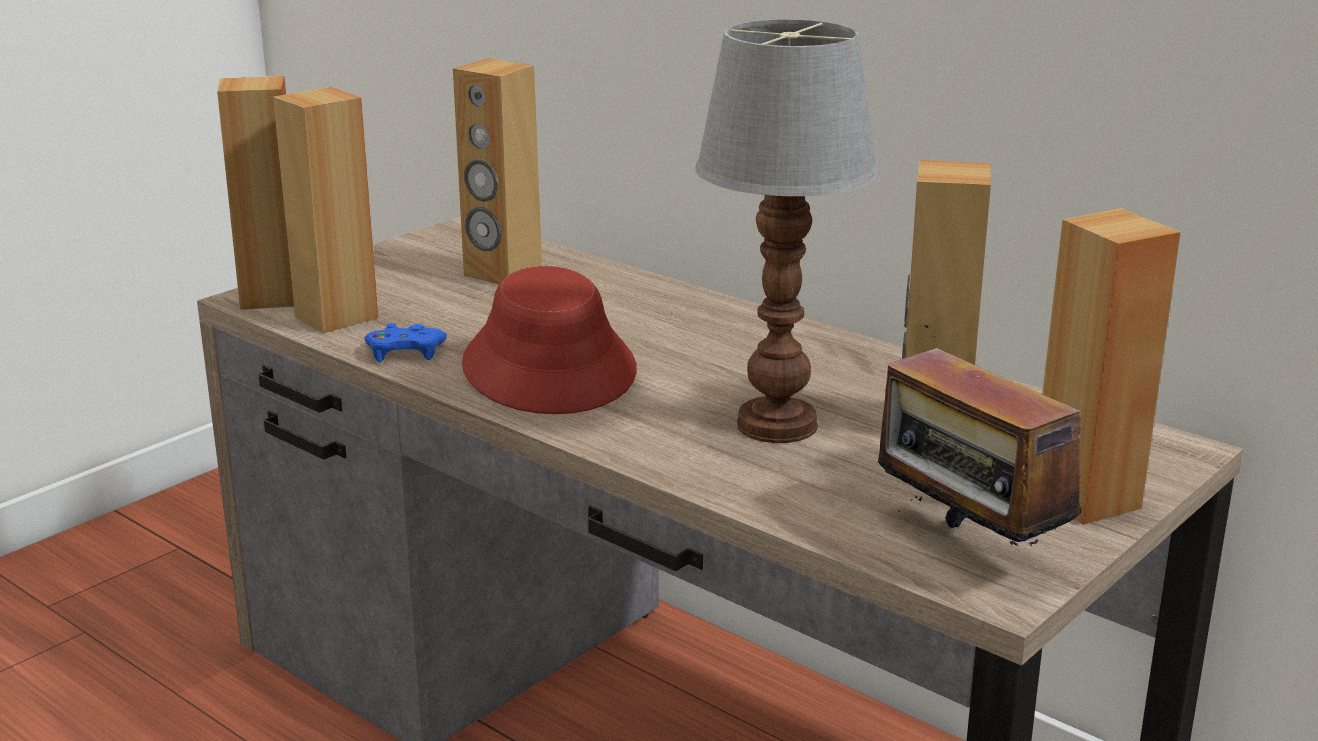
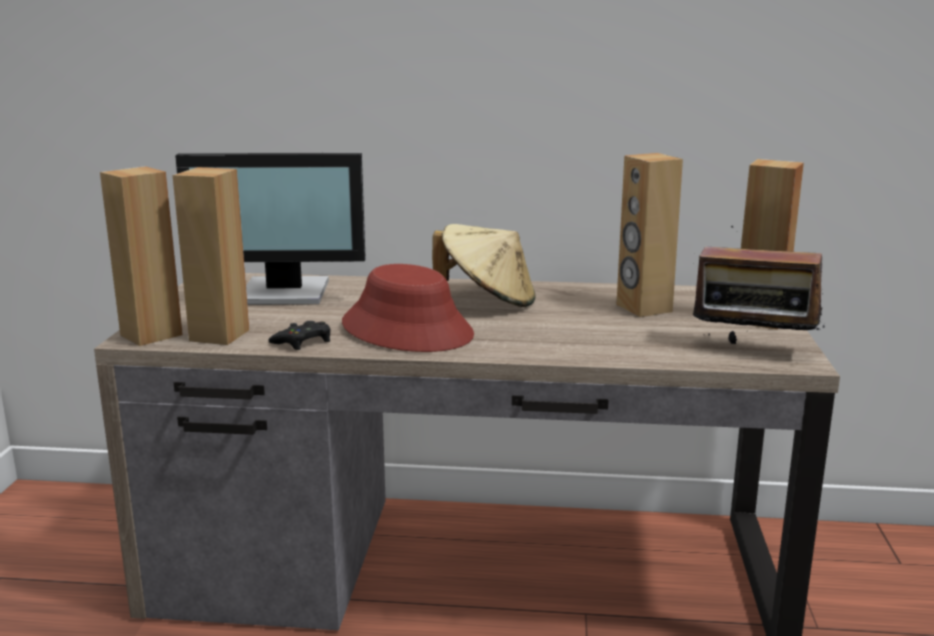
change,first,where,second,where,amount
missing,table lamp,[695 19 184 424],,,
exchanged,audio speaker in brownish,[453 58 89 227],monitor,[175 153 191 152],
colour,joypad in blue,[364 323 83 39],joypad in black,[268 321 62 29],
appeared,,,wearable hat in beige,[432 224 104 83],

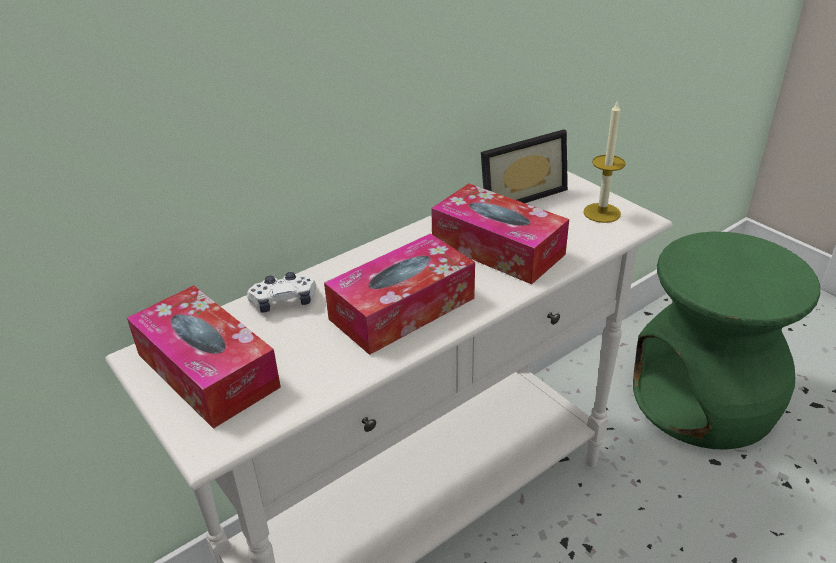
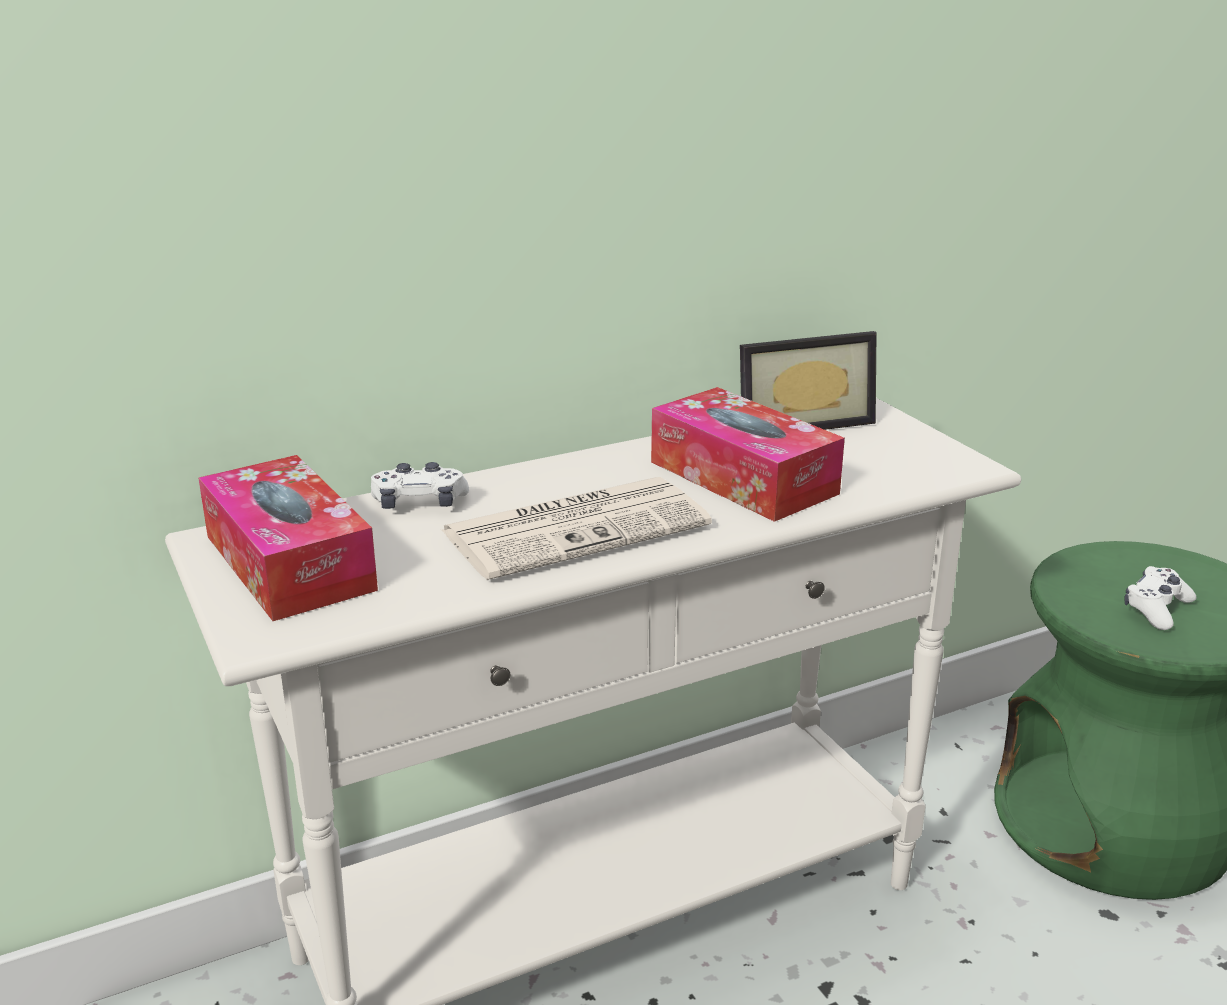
change,first,where,second,where,amount
missing,candle,[583 100 43 123],,,
exchanged,tissue box,[324 233 151 122],newspaper,[442 477 270 103],
appeared,,,joypad in whitish,[1124 566 72 64],

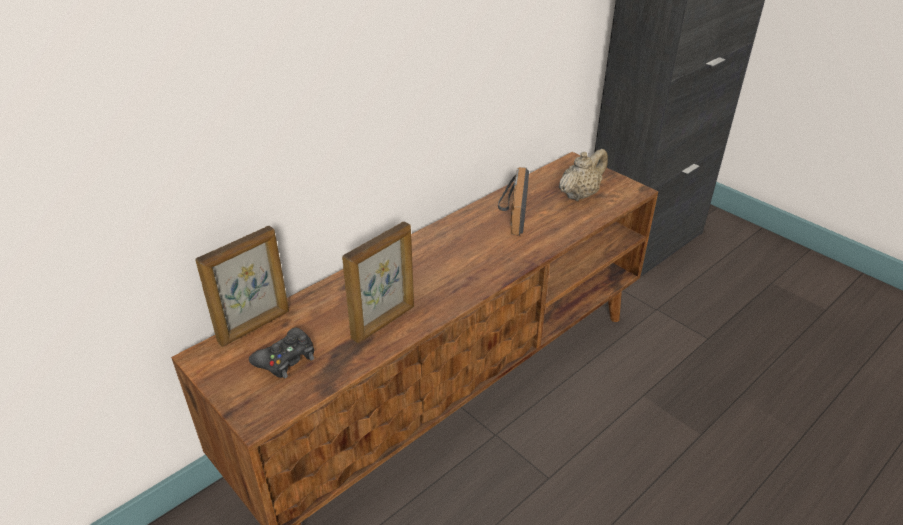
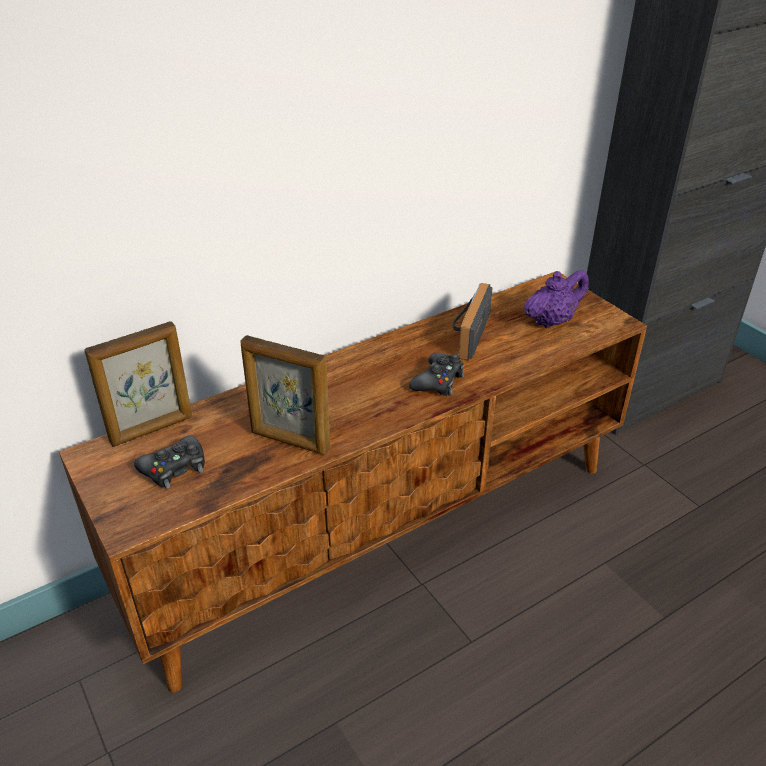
change,first,where,second,where,amount
colour,pot for tea in beige,[559 149 49 52],pot for tea in purplish,[523 270 66 58],
spun,standing frame,[342 222 72 121],,[240 335 90 120],60 degrees clockwise
appeared,,,joypad in black,[409 353 55 43],

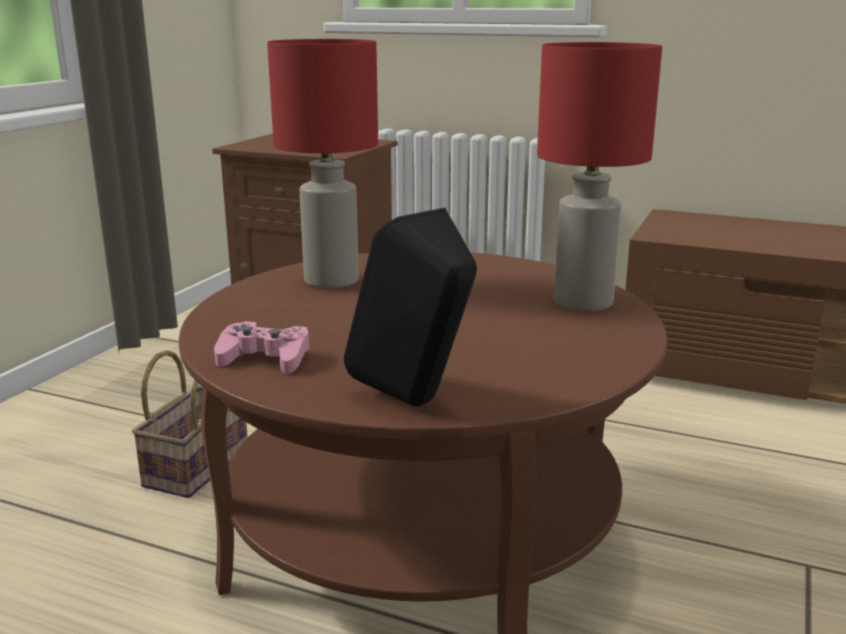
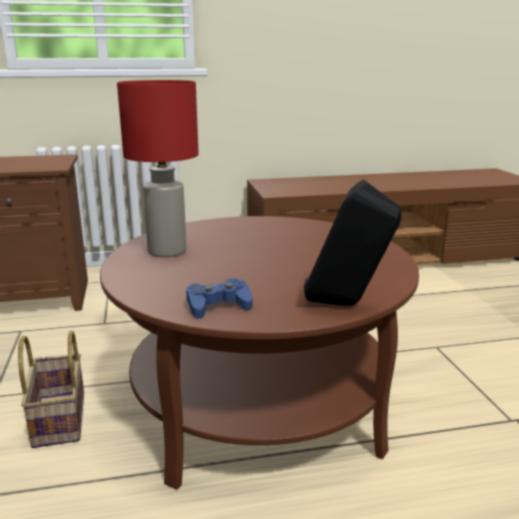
change,first,where,second,where,amount
missing,table lamp in reddish,[537 42 125 270],,,
colour,joypad in pinkish,[214 321 95 53],joypad in blue,[186 278 66 40],

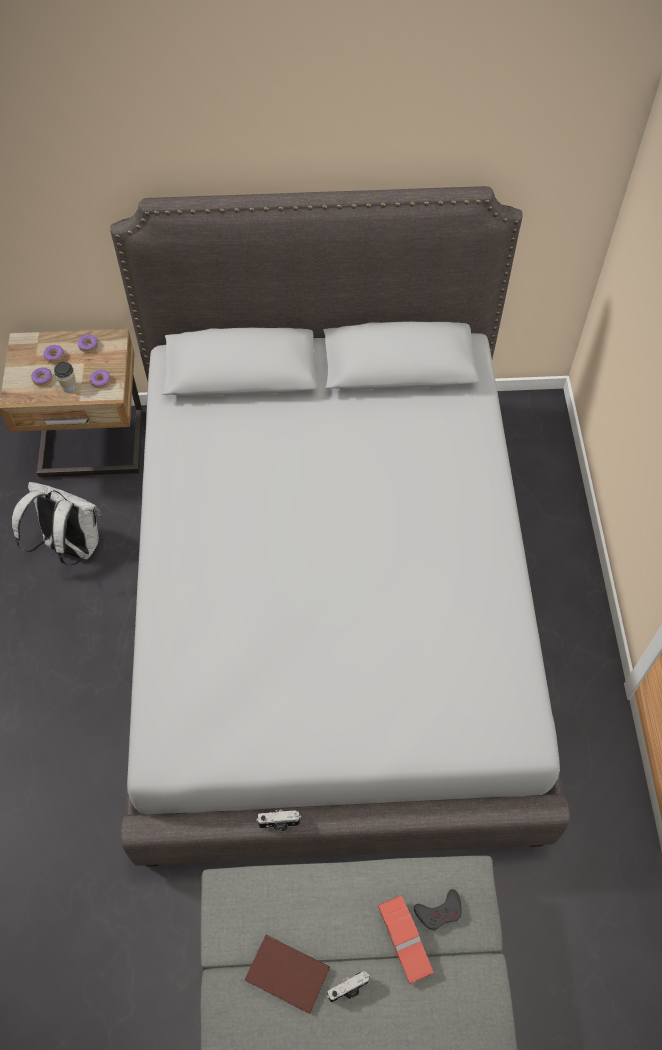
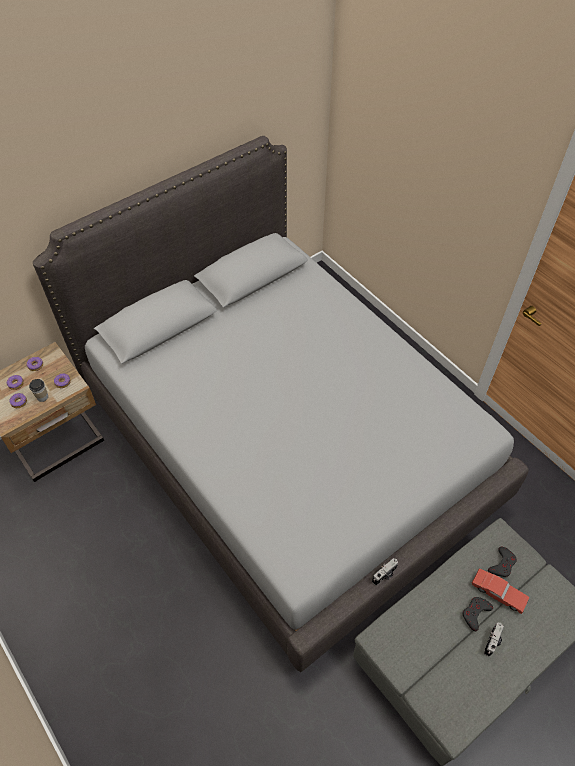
change,first,where,second,where,amount
missing,rucksack in whitish,[11 482 91 84],,,
missing,book in brownish,[244 935 86 79],,,
appeared,,,joypad in gray,[462 597 31 34],

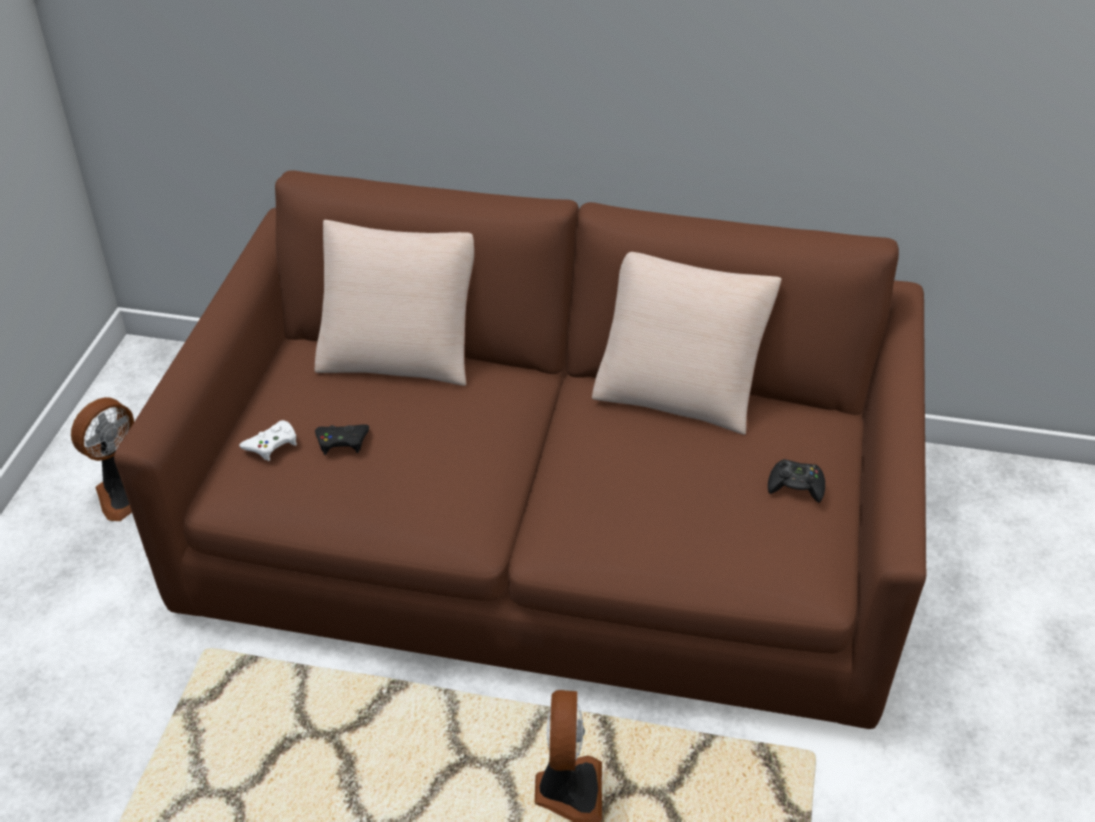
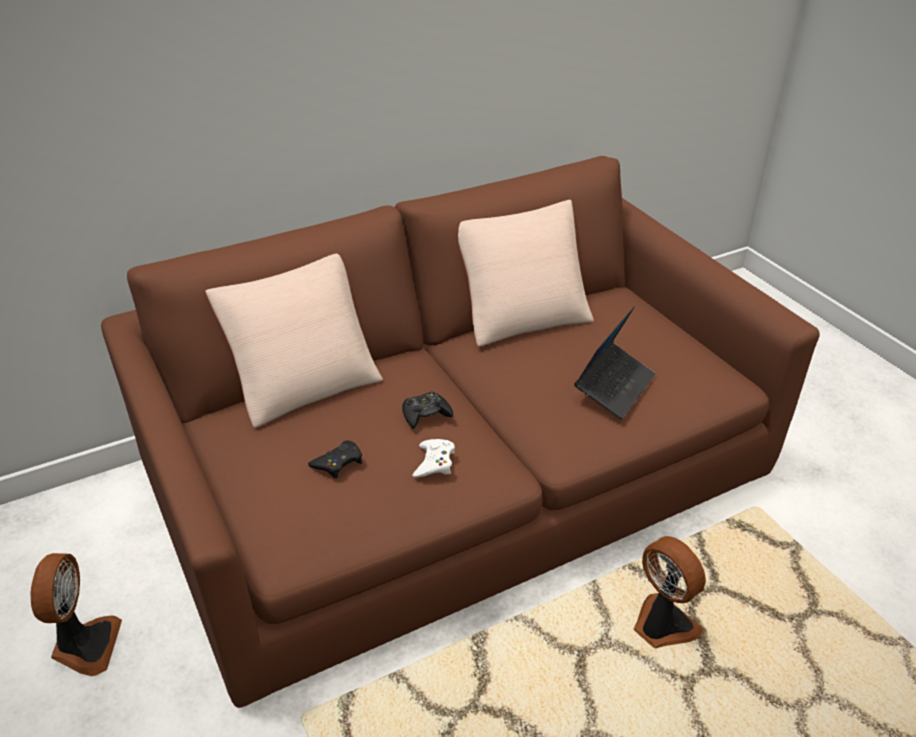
change,first,where,second,where,amount
relocated,joypad in whitish,[239 420 58 41],,[412 439 43 39],
relocated,joypad in black,[768 459 57 44],,[402 391 51 38],
appeared,,,portable computer,[574 306 81 113],

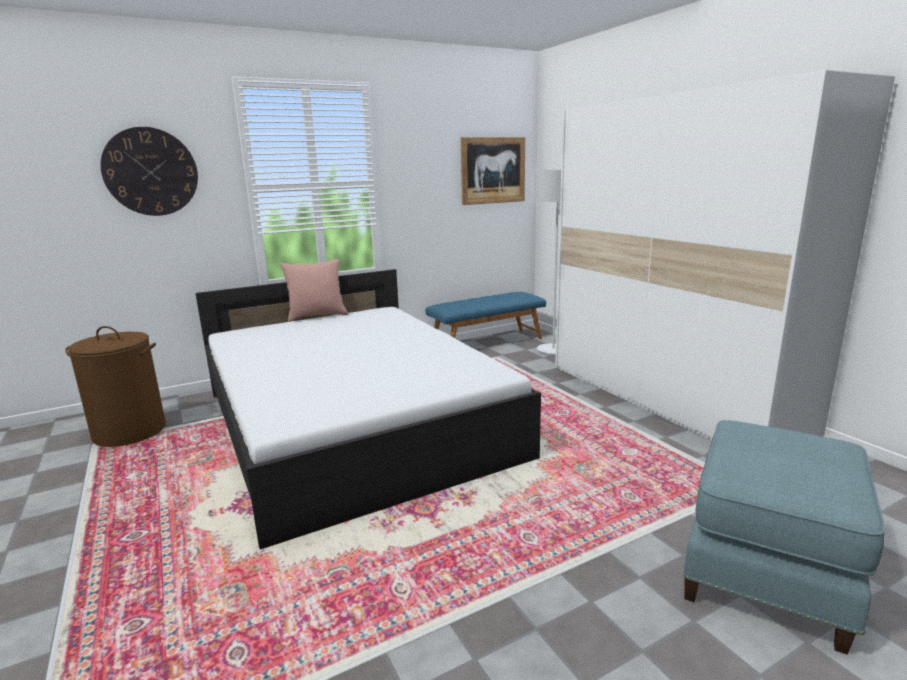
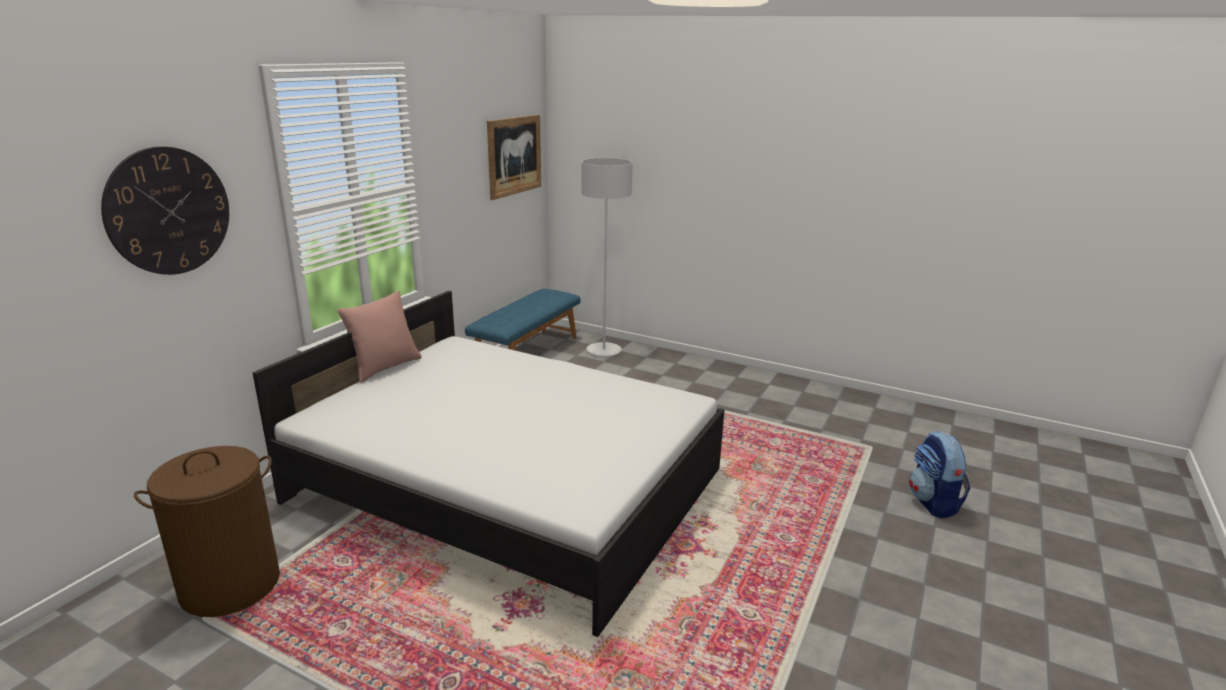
change,first,where,second,where,amount
missing,clothes cupboard in whitish,[555 70 340 370],,,
exchanged,ottoman in blue,[683 420 202 235],rucksack,[909 431 61 88],

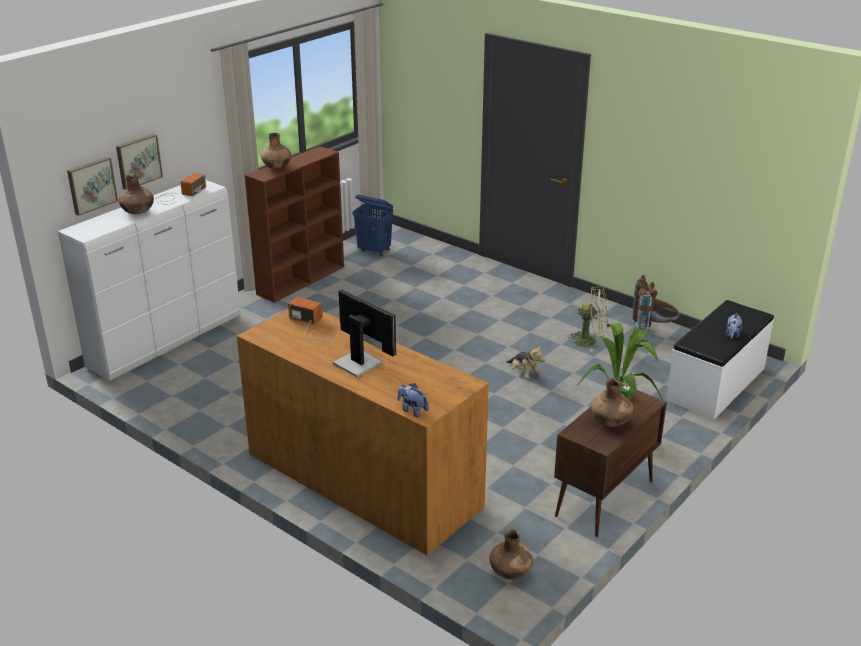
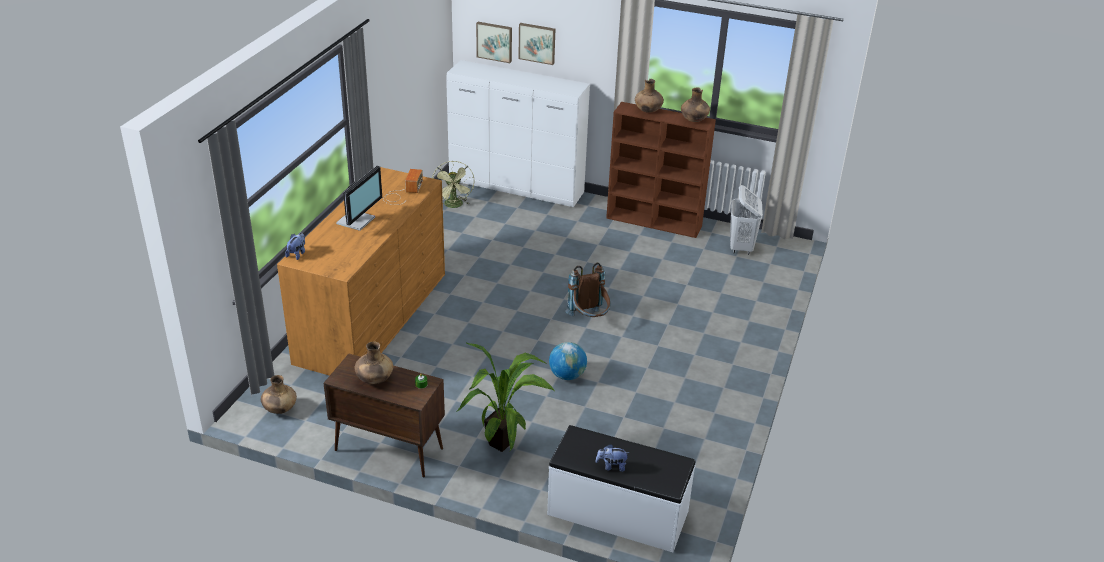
change,first,where,second,where,amount
missing,radio,[155 173 51 31],,,
relocated,vase in brownish,[118 174 36 40],,[681 88 29 34],
colour,laundry basket in blue,[353 195 40 61],laundry basket in whitish,[730 185 33 70],
relocated,rucksack in brownish,[632 275 48 64],,[565 263 45 54],
relocated,electric fan in green-coloured,[567 287 41 65],,[432 161 42 47],
exchanged,cuddly toy,[507 345 38 34],desk globe,[549 342 38 38],

